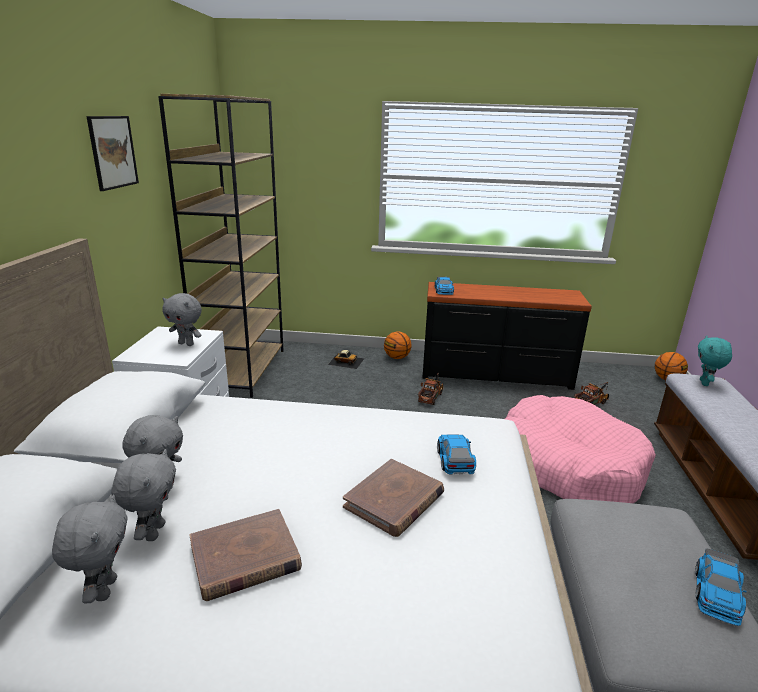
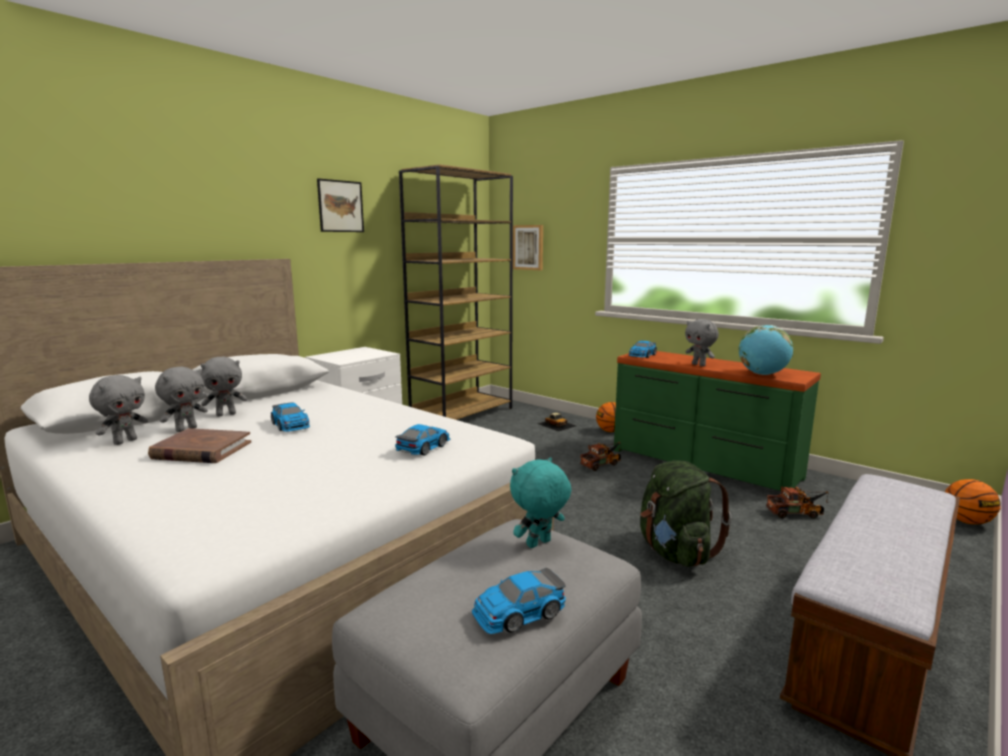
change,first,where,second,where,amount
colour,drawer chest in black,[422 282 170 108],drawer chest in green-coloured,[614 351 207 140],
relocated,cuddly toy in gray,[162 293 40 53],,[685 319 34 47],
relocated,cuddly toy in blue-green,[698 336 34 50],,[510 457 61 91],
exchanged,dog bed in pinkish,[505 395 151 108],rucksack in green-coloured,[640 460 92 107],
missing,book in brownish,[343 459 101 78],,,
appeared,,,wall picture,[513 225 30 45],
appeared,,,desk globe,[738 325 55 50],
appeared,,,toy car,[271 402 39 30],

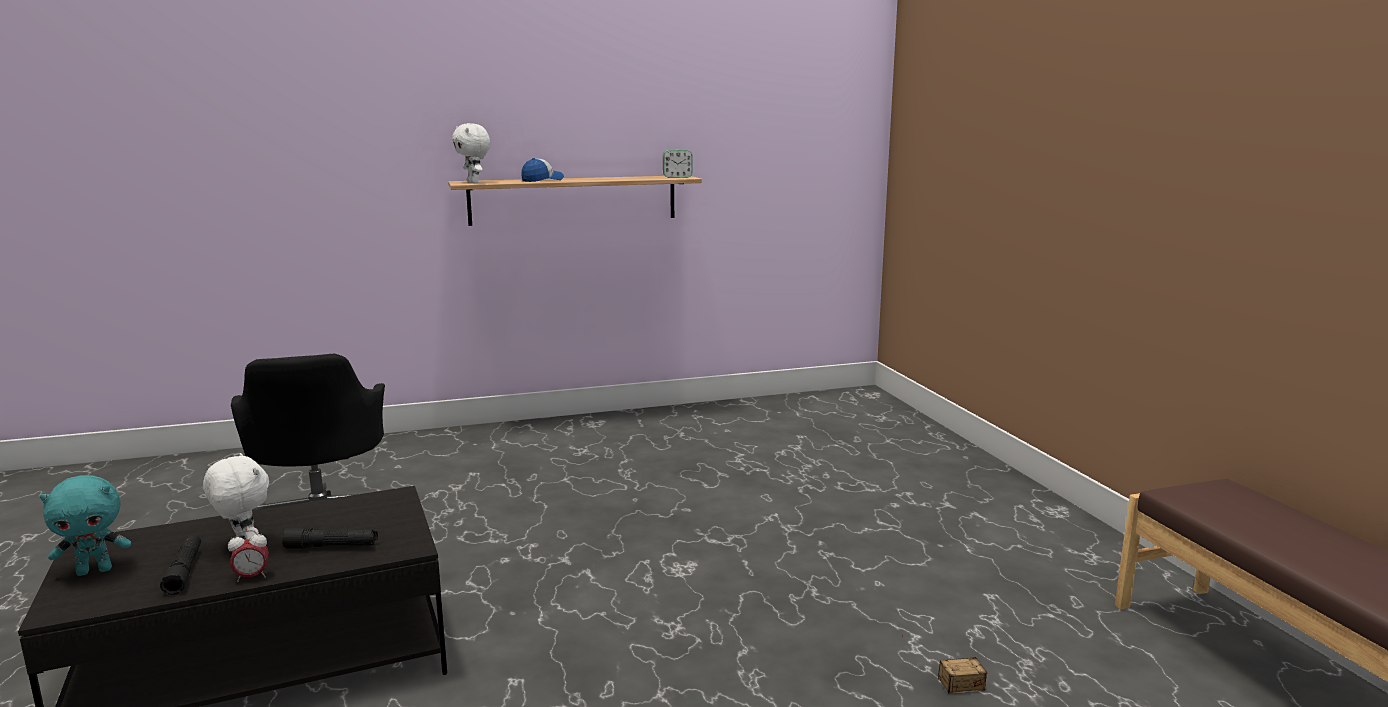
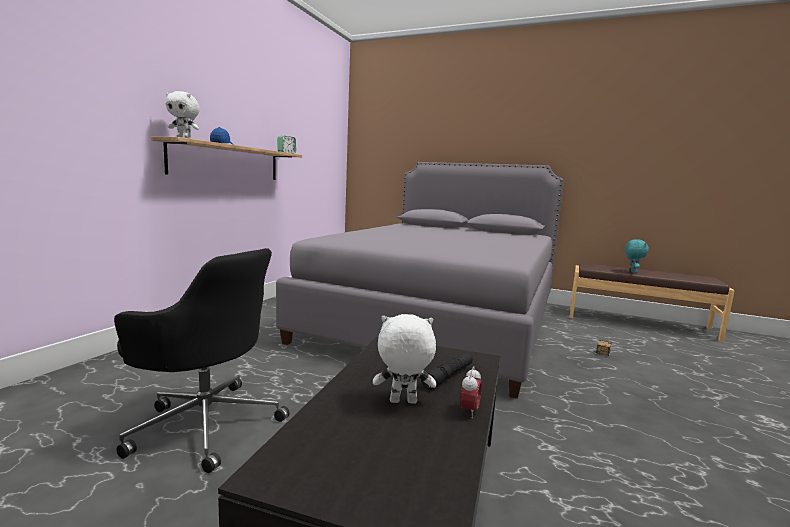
change,first,where,second,where,amount
relocated,cuddly toy in blue-green,[40 475 91 101],,[625 239 24 34],
missing,flashlight in black,[160 536 41 59],,,
appeared,,,sleeping bed in gray,[276 162 288 237],

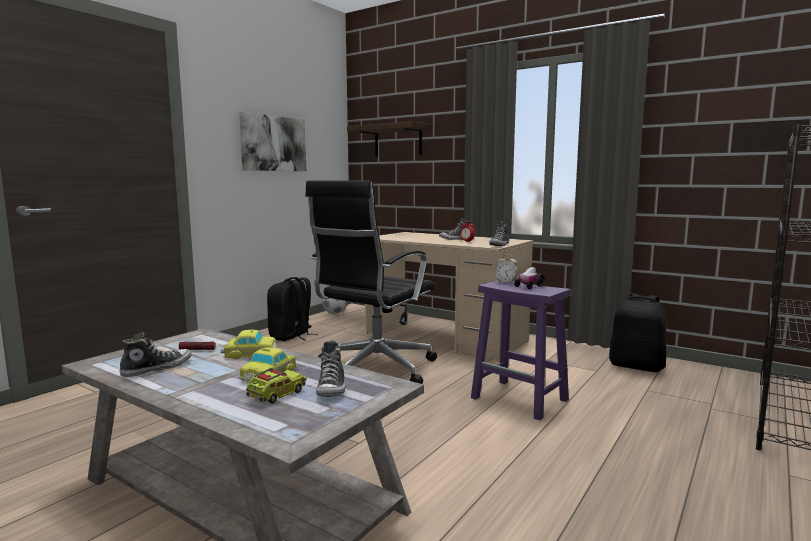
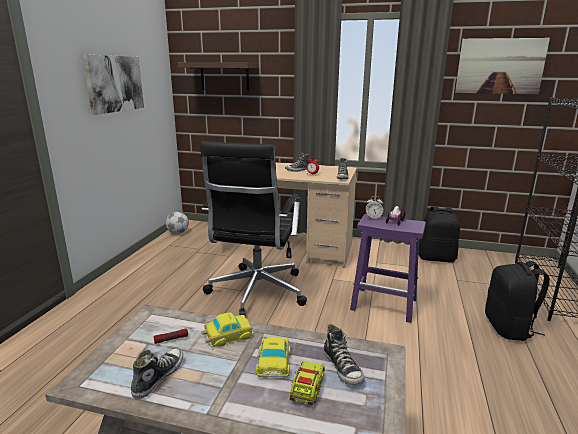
change,first,where,second,where,amount
relocated,rucksack in black,[267 277 51 64],,[485 261 65 80],
appeared,,,wall picture,[455 38 95 56],

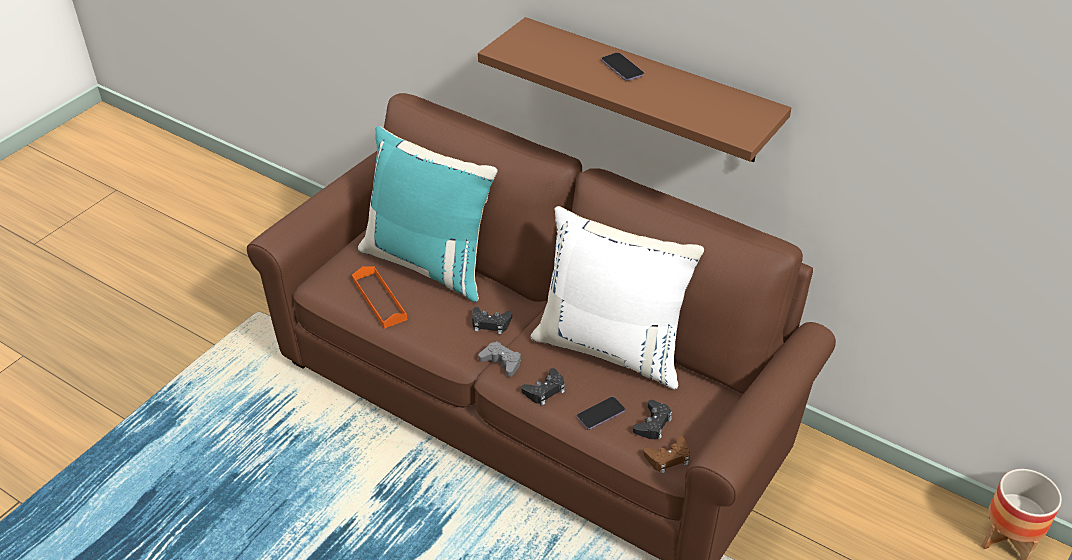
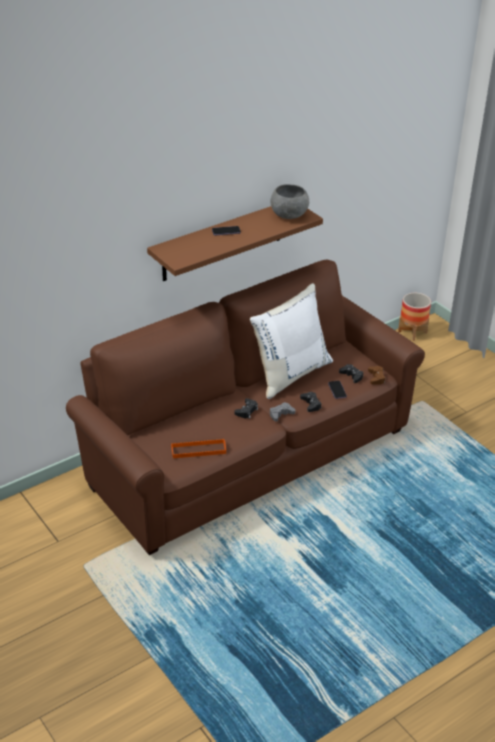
change,first,where,second,where,amount
missing,cushion in blue-green,[358 126 140 176],,,
appeared,,,deep dish in gray,[270 184 39 35],

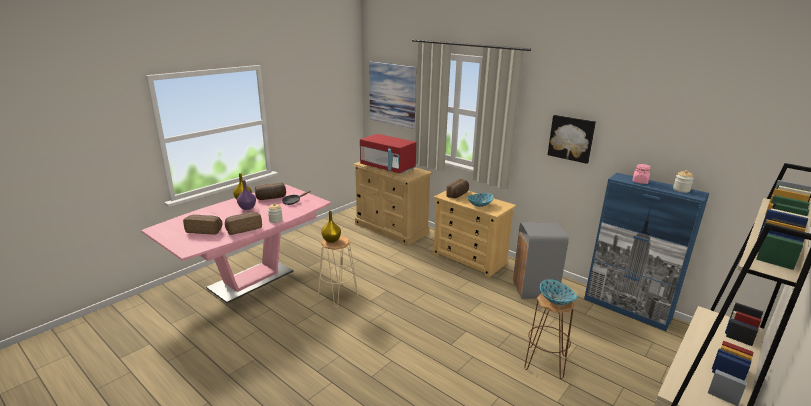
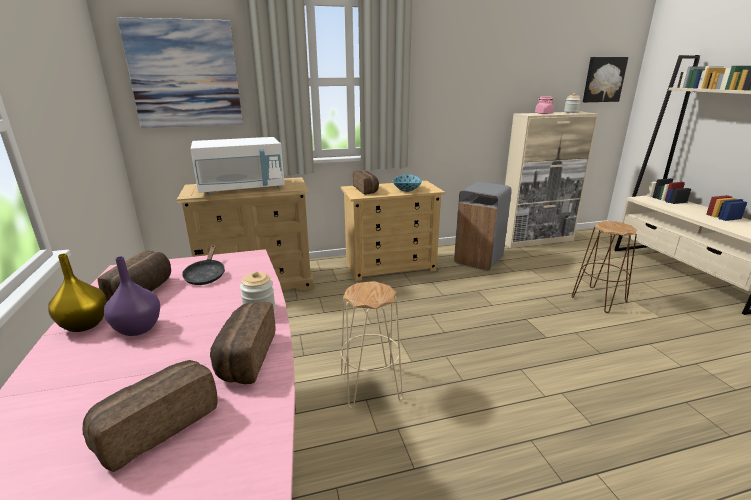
change,first,where,second,where,amount
relocated,wall picture,[548 115 48 49],,[583 57 45 45],
colour,microwave oven in reddish,[360 134 56 40],microwave oven in whitish,[190 137 95 57],
colour,cupboard in blue,[584 173 125 158],cupboard in beige,[505 112 93 136],
missing,vase in yellow,[321 211 20 32],,,
missing,deep dish,[540 279 37 26],,,

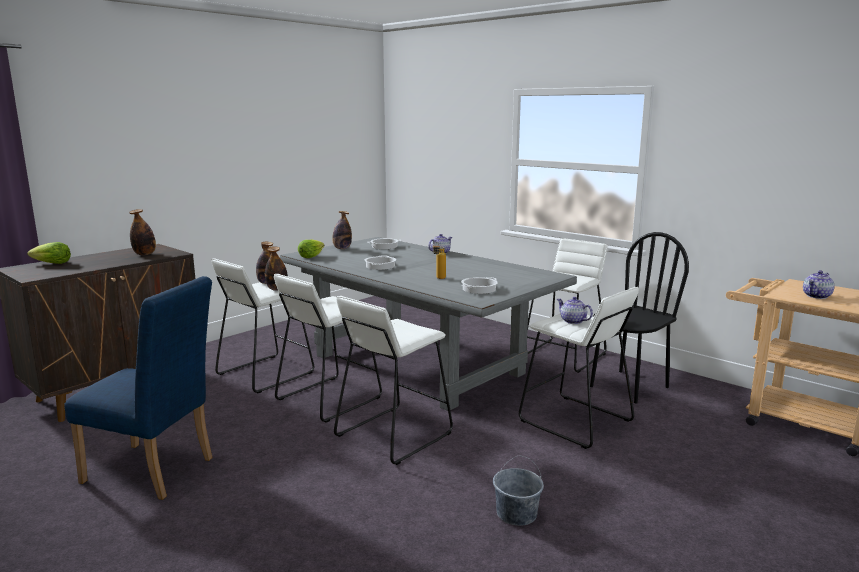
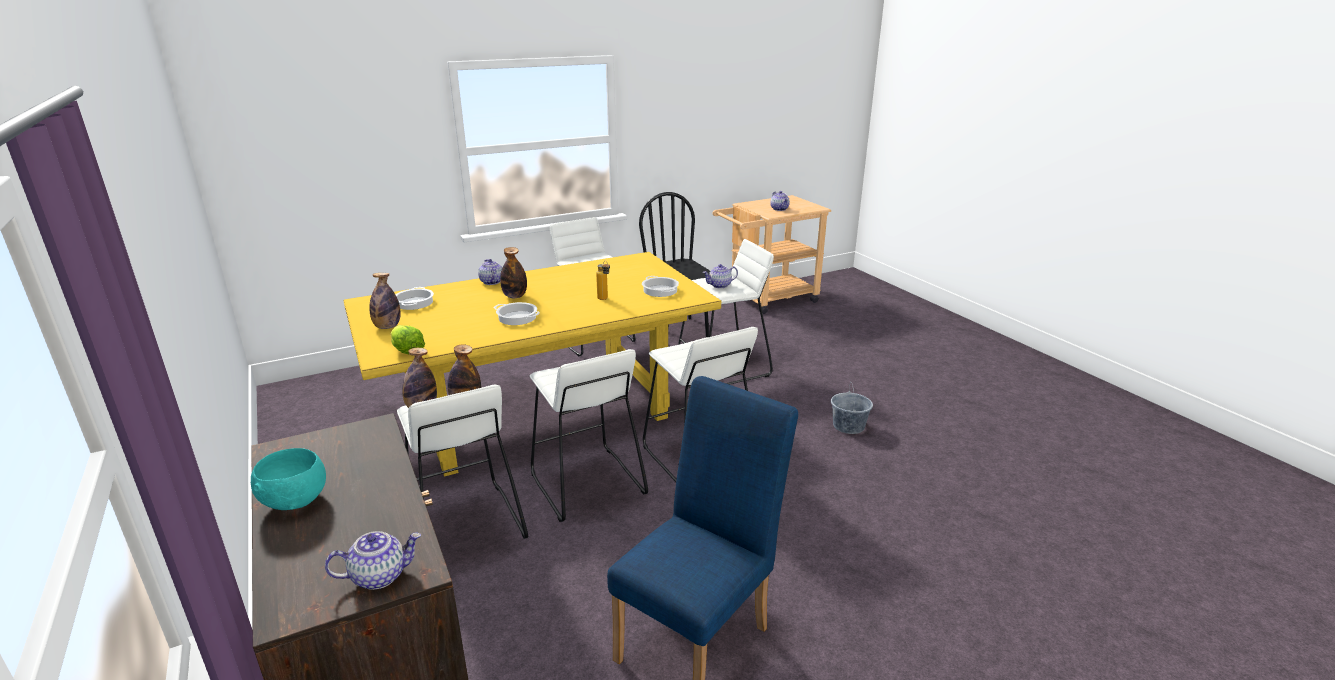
change,first,where,second,where,amount
relocated,drink bottle,[129 209 27 46],,[500 247 27 52],
colour,dining table in gray,[280 237 297 174],dining table in yellow,[343 252 378 224],
missing,head of lettuce,[27 242 44 22],,,
appeared,,,deep dish in blue-green,[251 448 75 62],
appeared,,,pot for tea,[325 531 96 59],

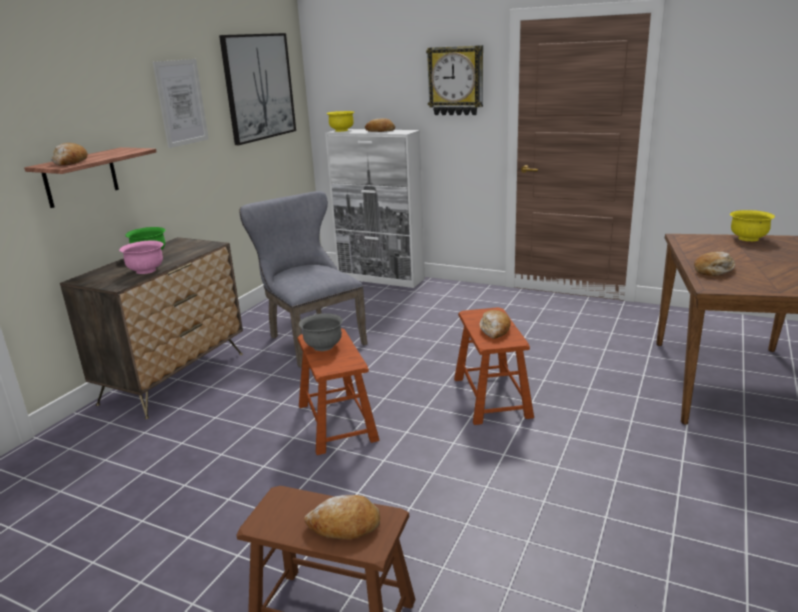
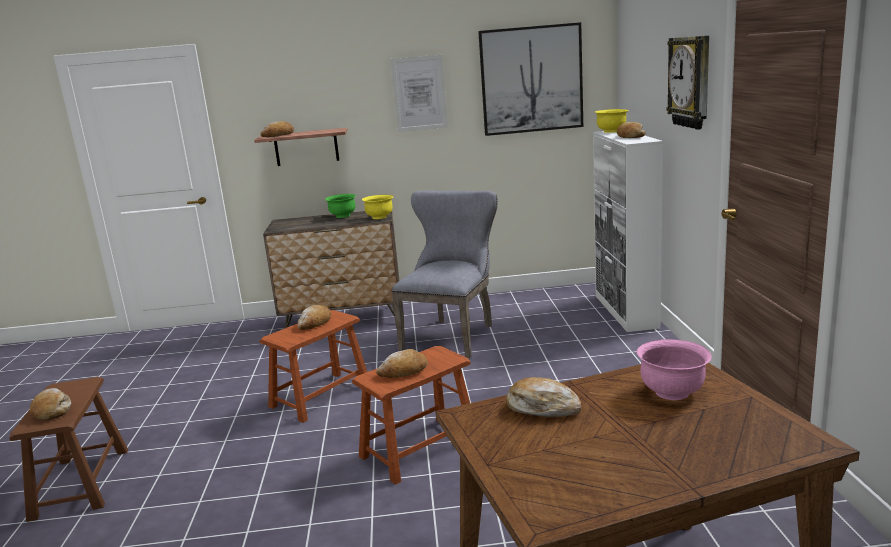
change,first,where,second,where,amount
relocated,deep dish in yellow,[730 210 45 31],,[362 195 31 24],
relocated,deep dish in pinkish,[119 240 44 34],,[637 339 74 61],
exchanged,deep dish in gray,[299 313 44 38],bakery bread,[298 305 33 25],

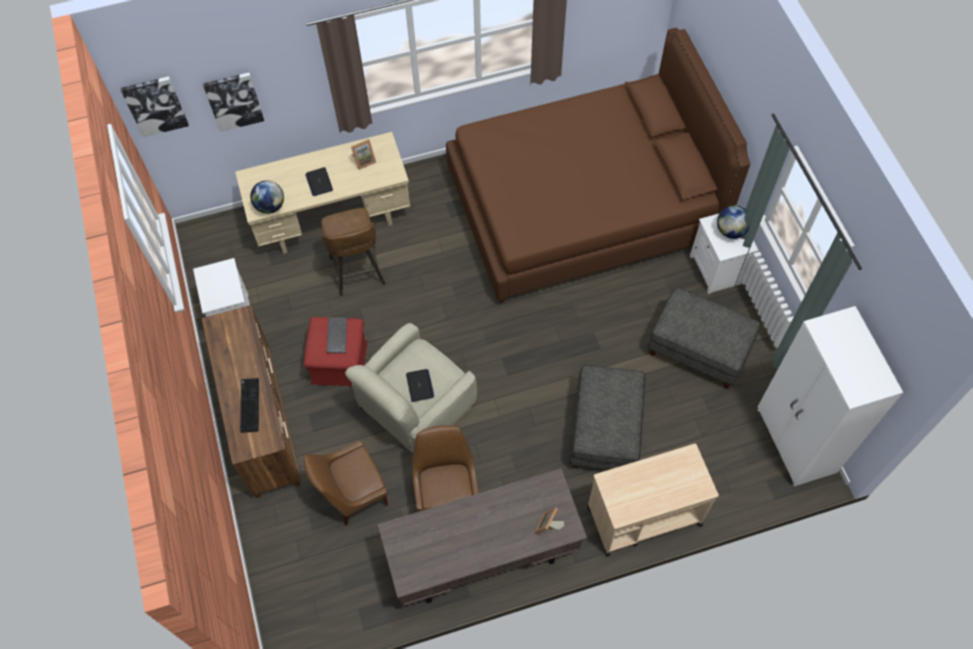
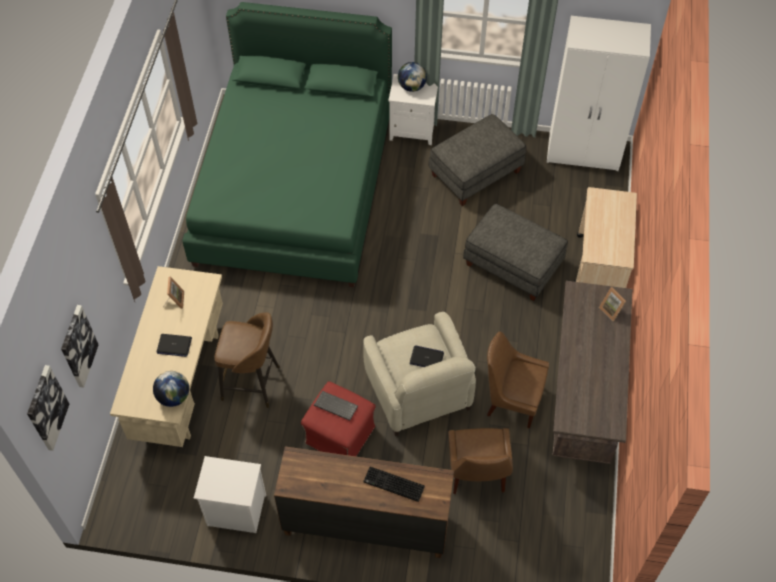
change,first,where,second,where,amount
colour,sleeping bed in brownish,[446 28 304 276],sleeping bed in green-coloured,[182 2 210 285],

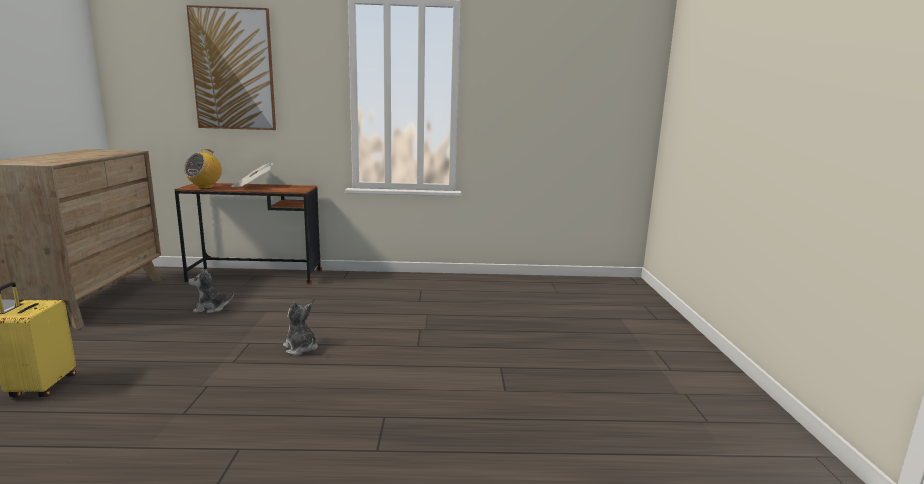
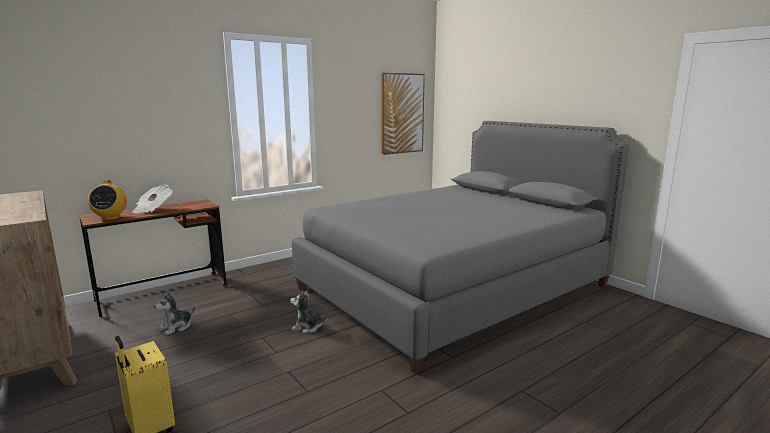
change,first,where,second,where,amount
relocated,wall picture,[186 5 90 125],,[381 73 44 82],
appeared,,,sleeping bed in gray,[292 121 337 253],

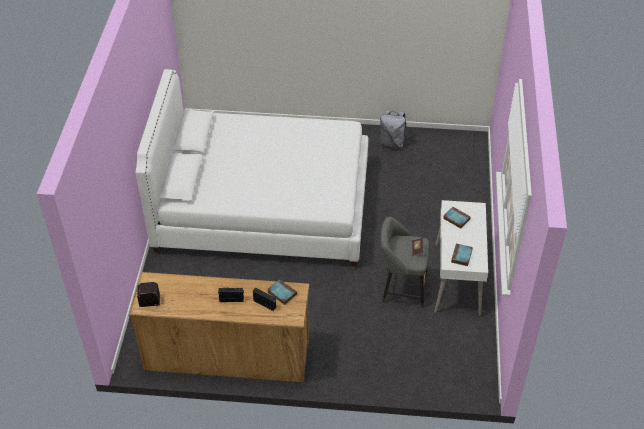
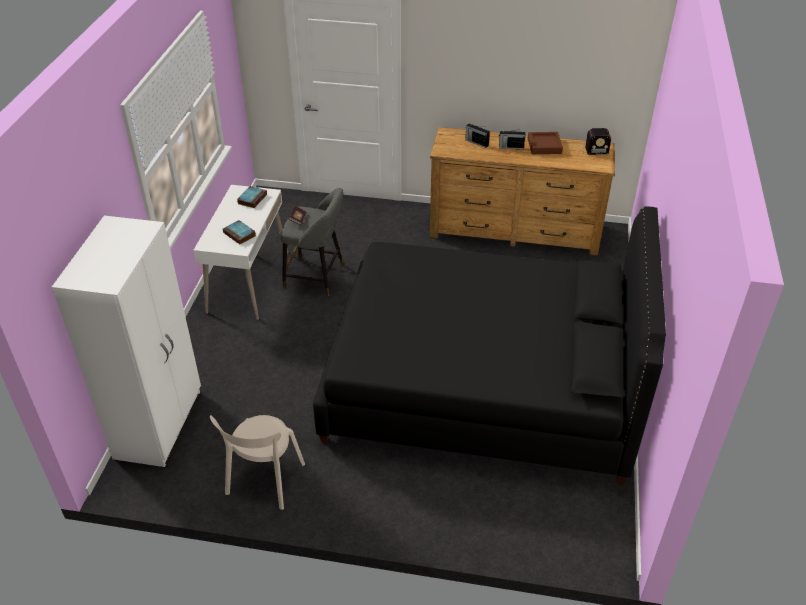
change,first,where,second,where,amount
colour,sleeping bed in whitish,[136 69 233 197],sleeping bed in black,[313 206 353 279],
exchanged,rucksack in gray,[379 110 28 38],chair in beige,[210 415 95 95],
missing,book,[268 279 29 26],,,
appeared,,,carrying tray in brownish,[528 132 35 22],
appeared,,,clothes cupboard in whitish,[52 216 149 251],

